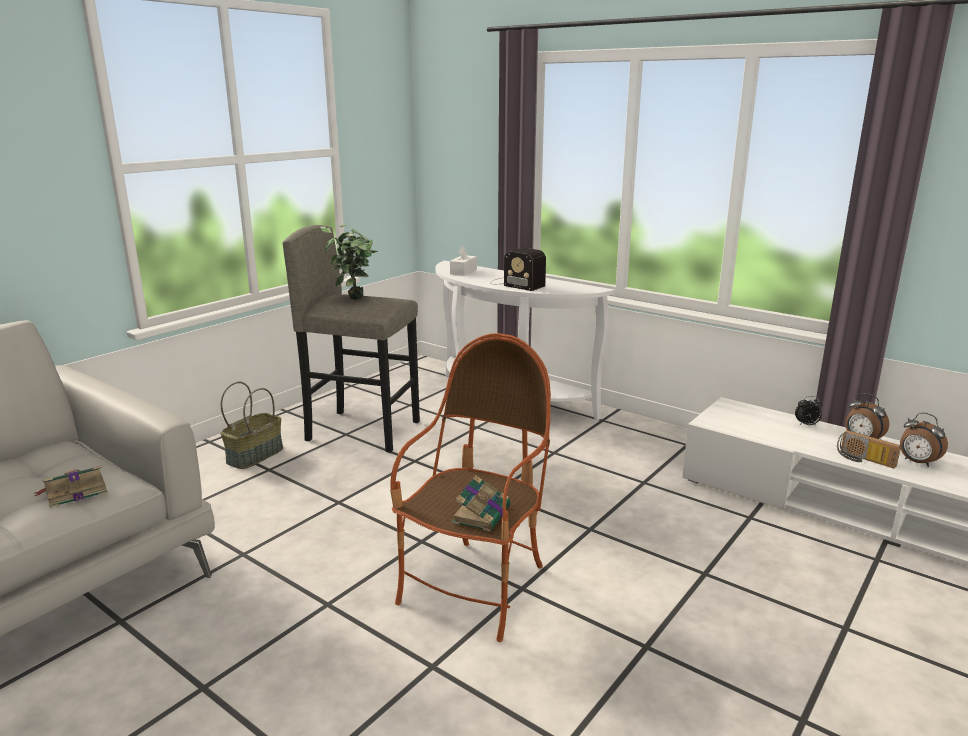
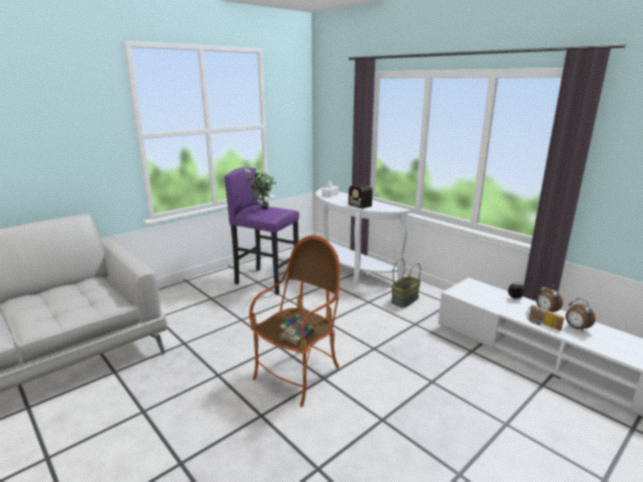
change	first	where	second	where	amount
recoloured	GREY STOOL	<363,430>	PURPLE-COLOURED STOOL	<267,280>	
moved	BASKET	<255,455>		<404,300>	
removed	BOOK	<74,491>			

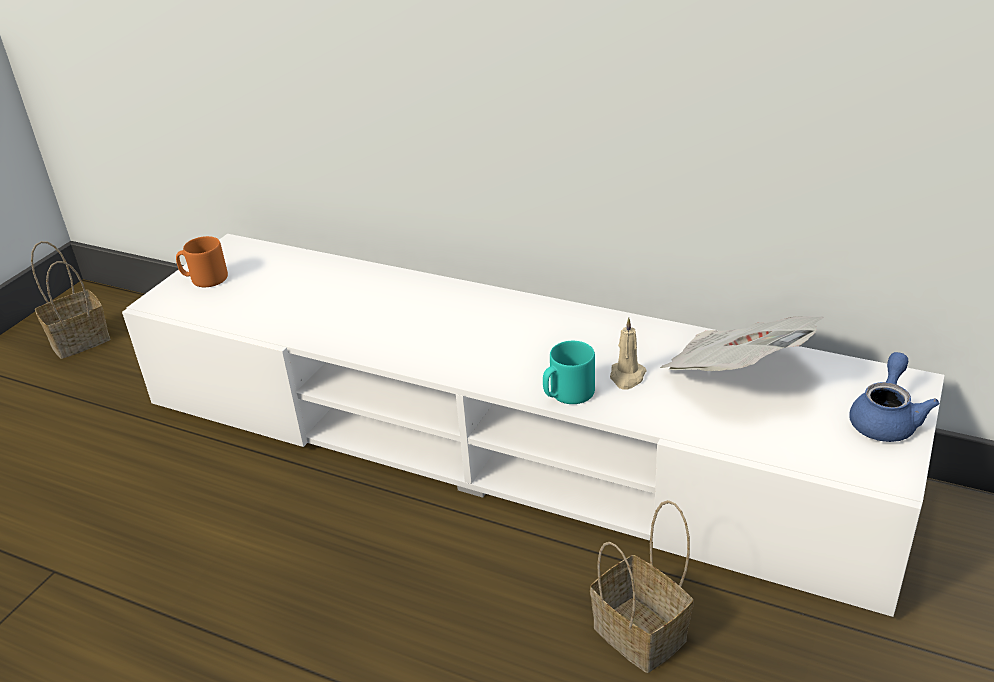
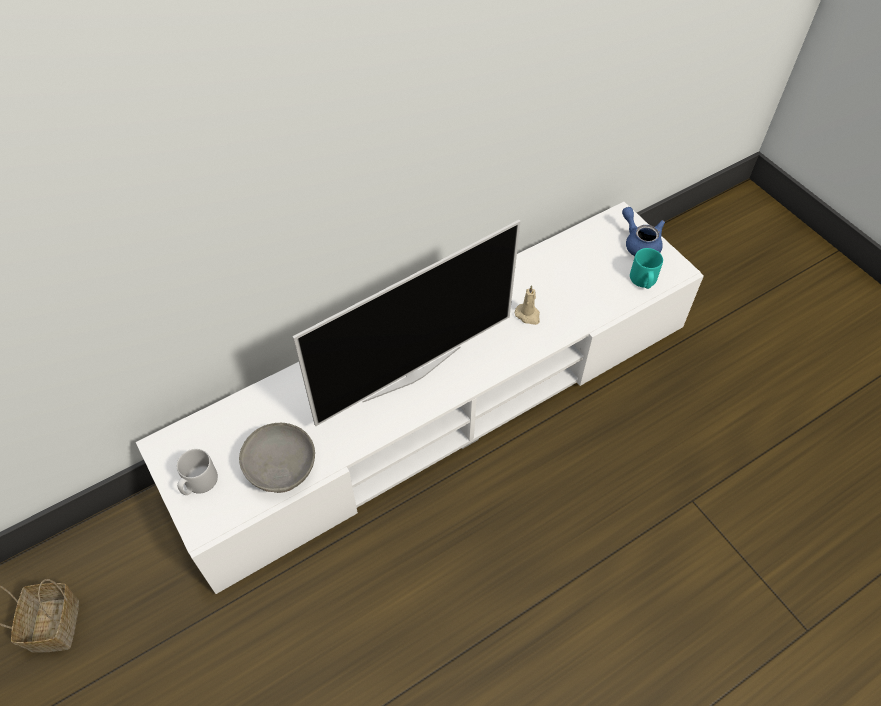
change	first	where	second	where	amount
recoloured	ORANGEY MUG	<205,279>	GREY MUG	<198,483>	
added			GREY BOWL	<282,467>	
added			TV SET	<411,372>	
moved	BLUE-GREEN MUG	<567,394>		<643,280>	
removed	BASKET	<643,634>			
removed	DAILY PAPER	<735,375>			

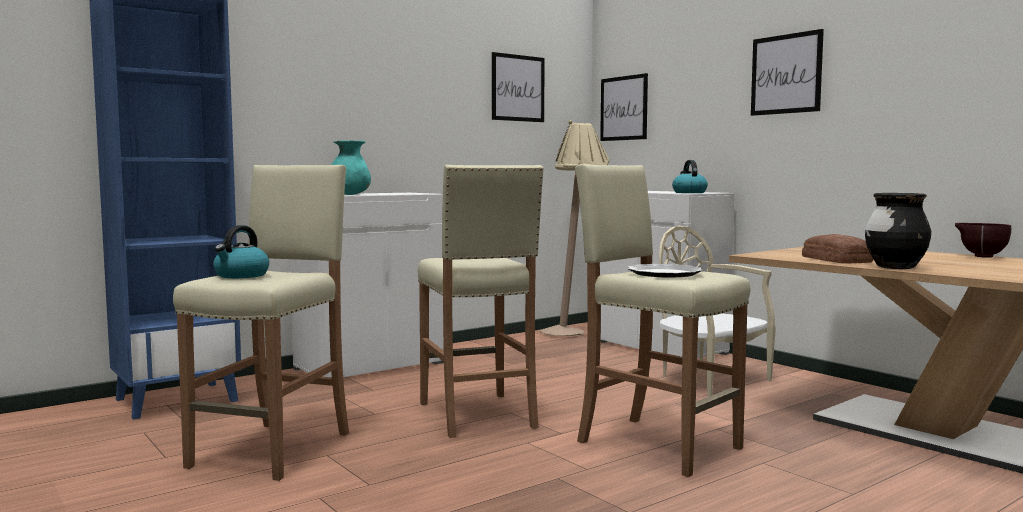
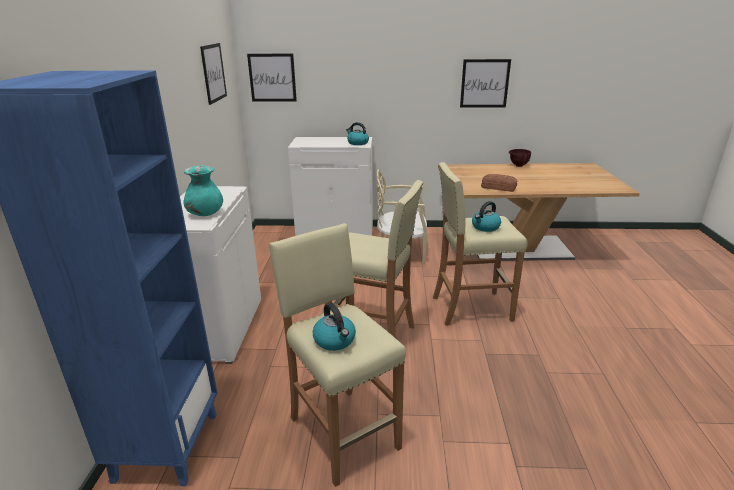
change	first	where	second	where	amount
moved	WALL PICTURE	<786,74>		<484,83>	
replaced	FLAT DISH	<664,273>	KETTLE	<485,227>	
removed	SAND-COLOURED FLOOR LAMP	<573,332>			
removed	BLACKISH DECORATIVE VASE	<895,267>			

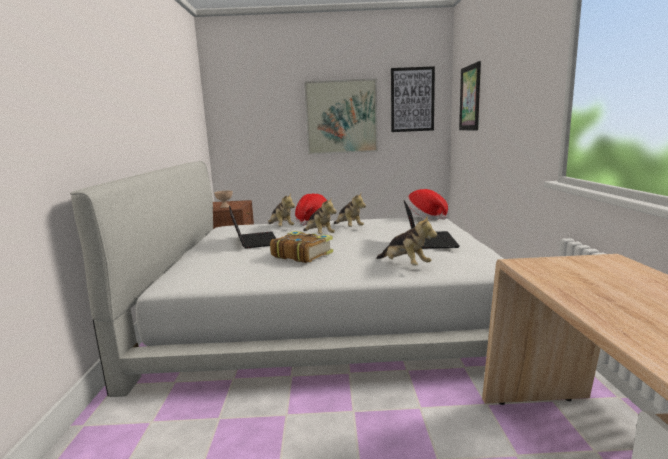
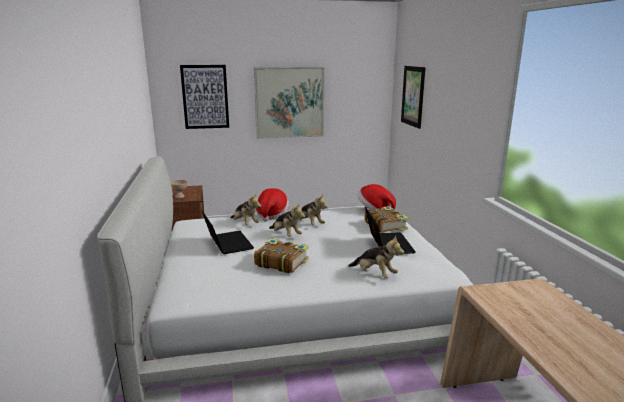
change	first	where	second	where	amount
moved	WALL PICTURE	<412,99>		<205,97>	
added			BOOK	<385,225>	

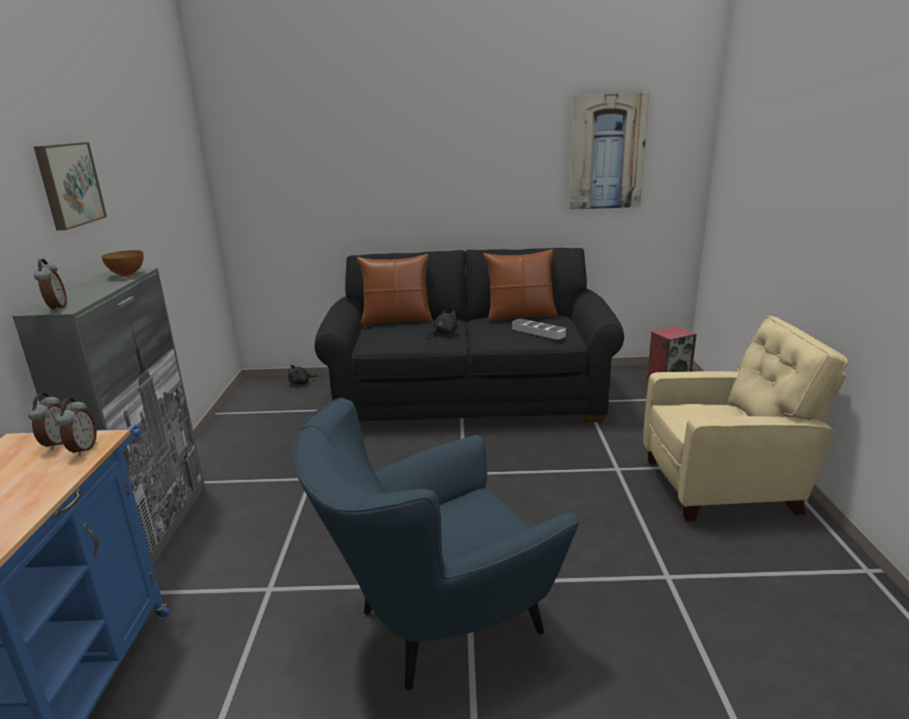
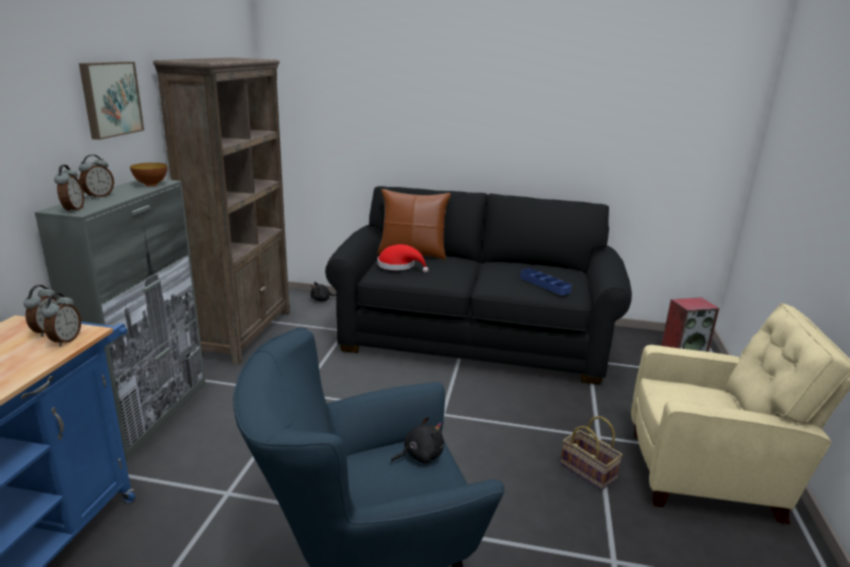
change	first	where	second	where	amount
added			TABLE CLOCK	<99,196>	
added			BROWN SHELVING UNIT	<246,333>	
added			RED-COLOURED WEARABLE HAT	<399,266>	
moved	BLACKISH PLUSH TOY	<444,333>		<420,455>	
recoloured	GREY SERVING TRAY	<538,332>	BLUE SERVING TRAY	<544,284>	
added			BASKET	<589,471>	
removed	BROWN THROW PILLOW	<520,316>			
removed	WALL PICTURE	<607,152>			

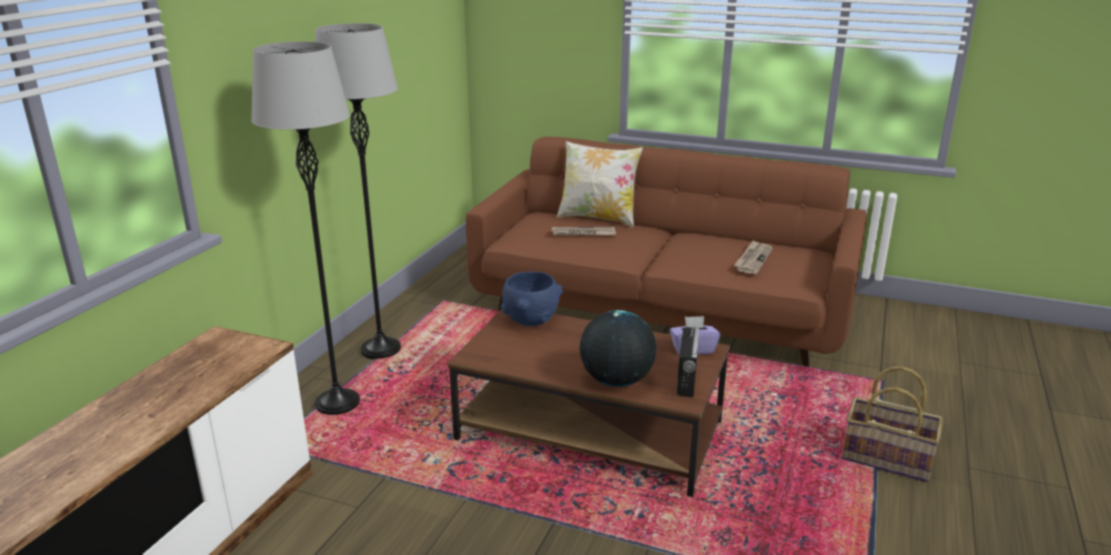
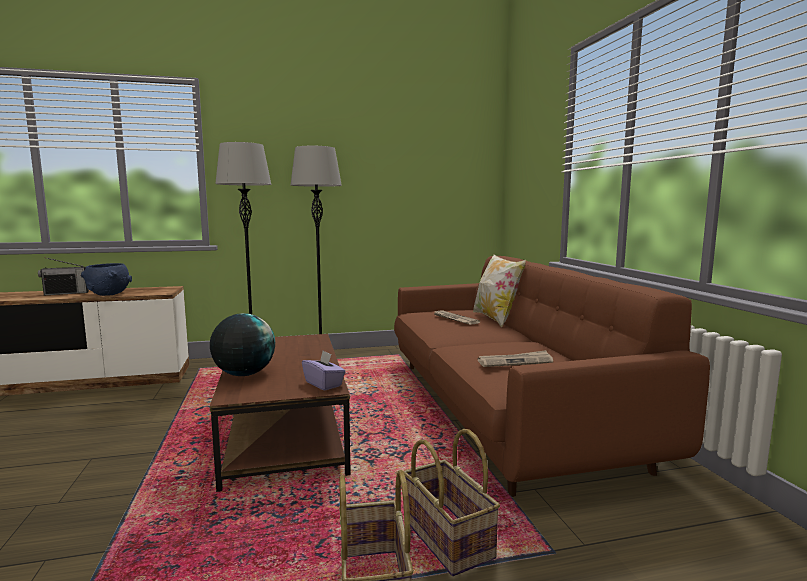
change	first	where	second	where	amount
moved	RADIO	<687,380>		<67,293>	
moved	BLUE BOWL	<530,320>		<109,294>	
added			BASKET	<449,538>	

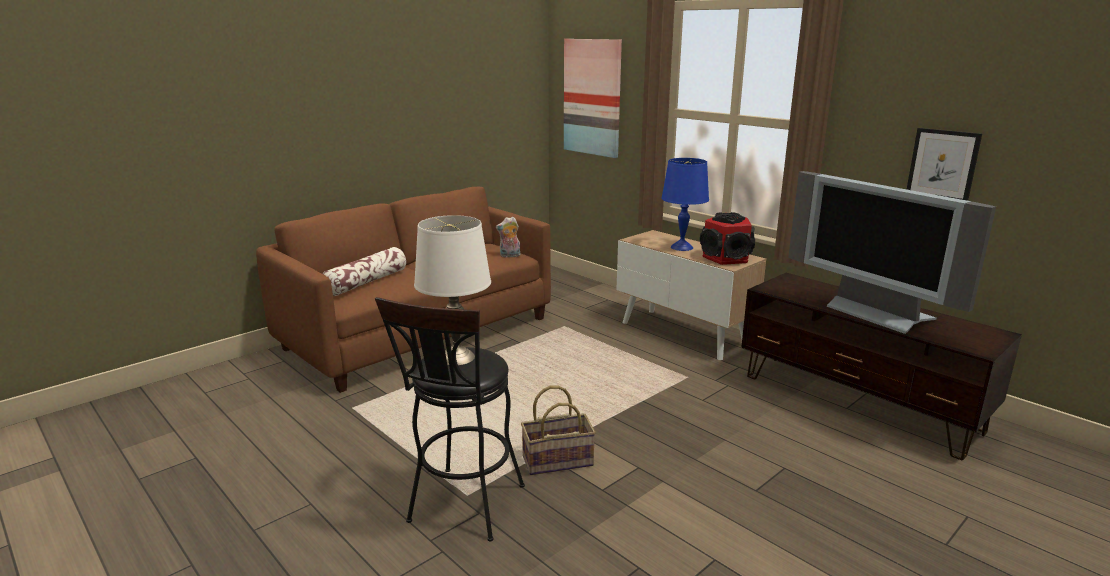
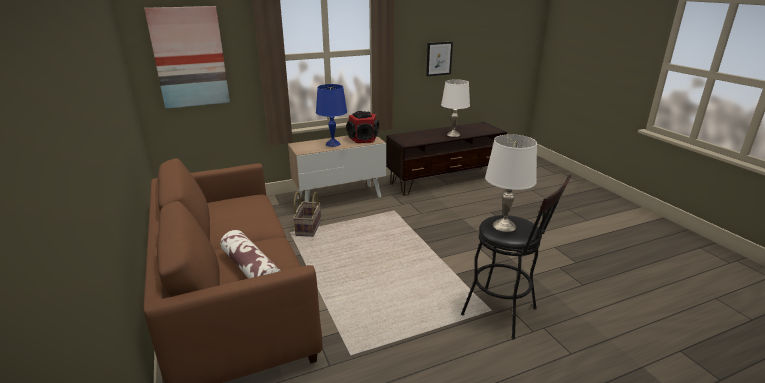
change	first	where	second	where	amount
moved	BASKET	<557,460>		<308,227>	
replaced	TV SET	<877,314>	WHITISH TABLE LAMP	<453,134>	
removed	PLUSH TOY	<509,256>			

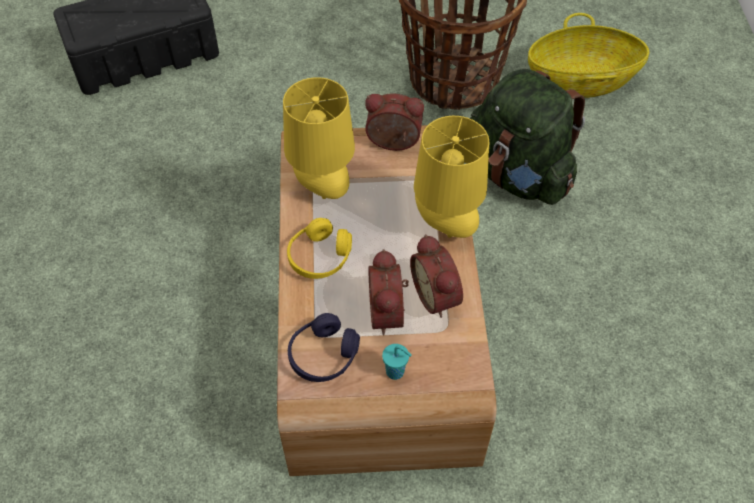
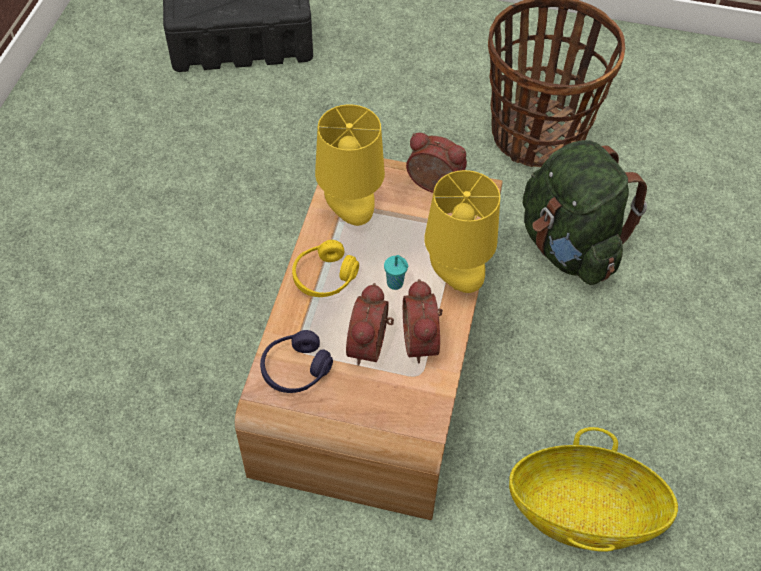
change	first	where	second	where	amount
moved	BLUE-GREEN SMALL CUP	<396,372>		<396,284>	
moved	BASKET	<581,80>		<583,512>	

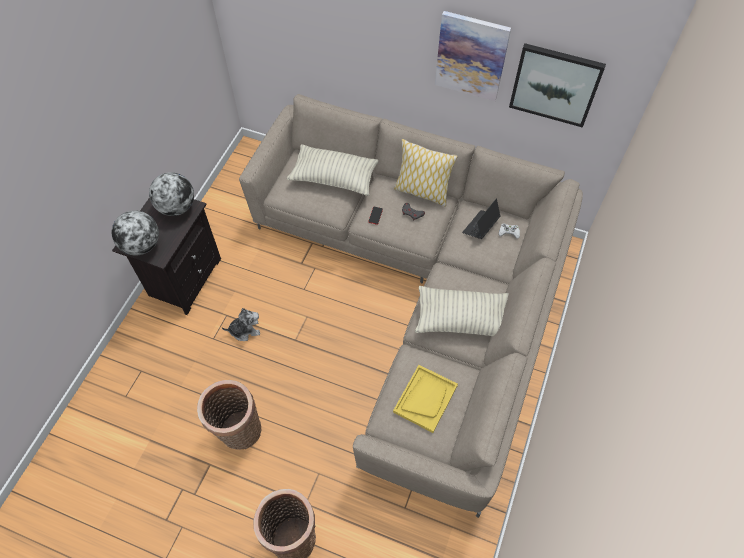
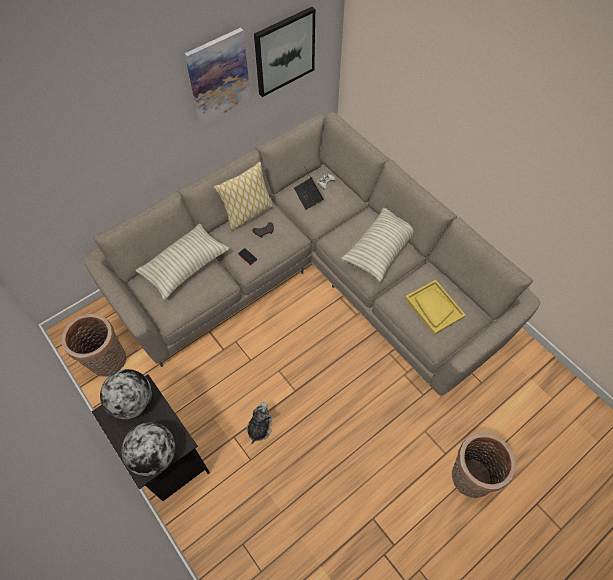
change	first	where	second	where	amount
moved	BASKET	<238,431>		<107,363>	

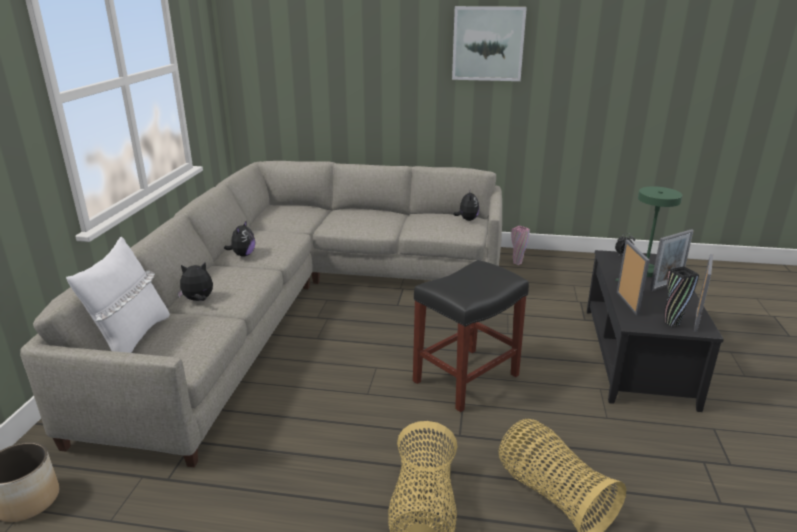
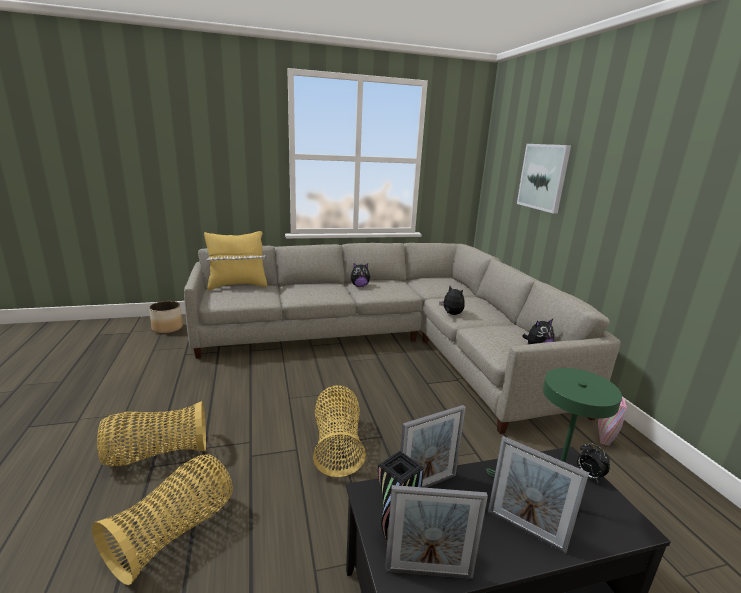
change	first	where	second	where	amount
recoloured	WHITISH THROW PILLOW	<132,339>	YELLOW-COLOURED THROW PILLOW	<237,285>	
replaced	BLACKISH STOOL	<467,377>	BASKET	<337,444>	
moved	PLUSH TOY	<198,300>		<451,314>	
moved	WALL PICTURE	<488,44>		<543,177>	

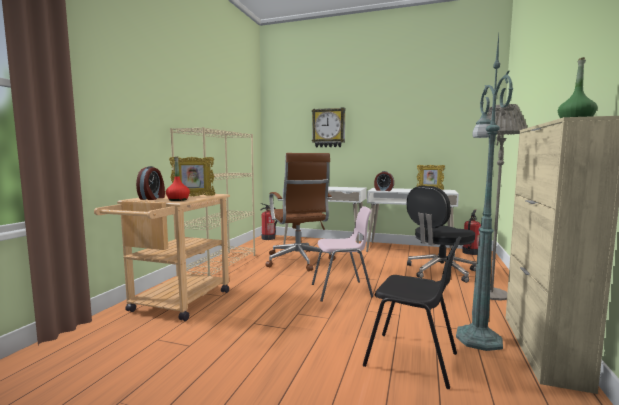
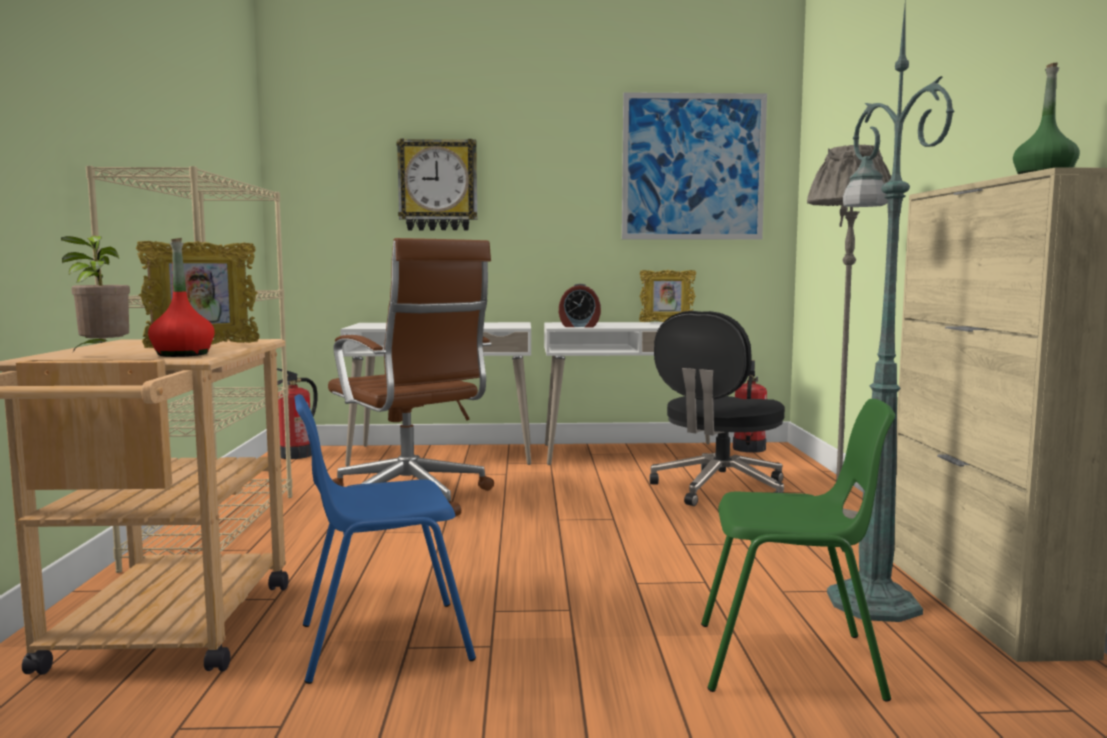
change	first	where	second	where	amount
replaced	TABLE CLOCK	<152,198>	POTTED PLANT	<102,353>	
added			BLUE CHAIR	<382,641>	
added			WALL PICTURE	<693,167>	
recoloured	BLACKISH CHAIR	<412,360>	GREEN CHAIR	<790,662>	
removed	PINK CHAIR	<342,291>			

